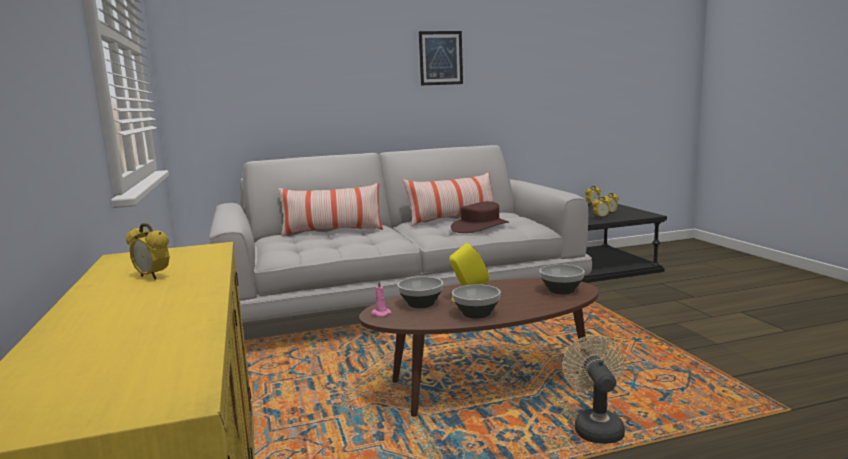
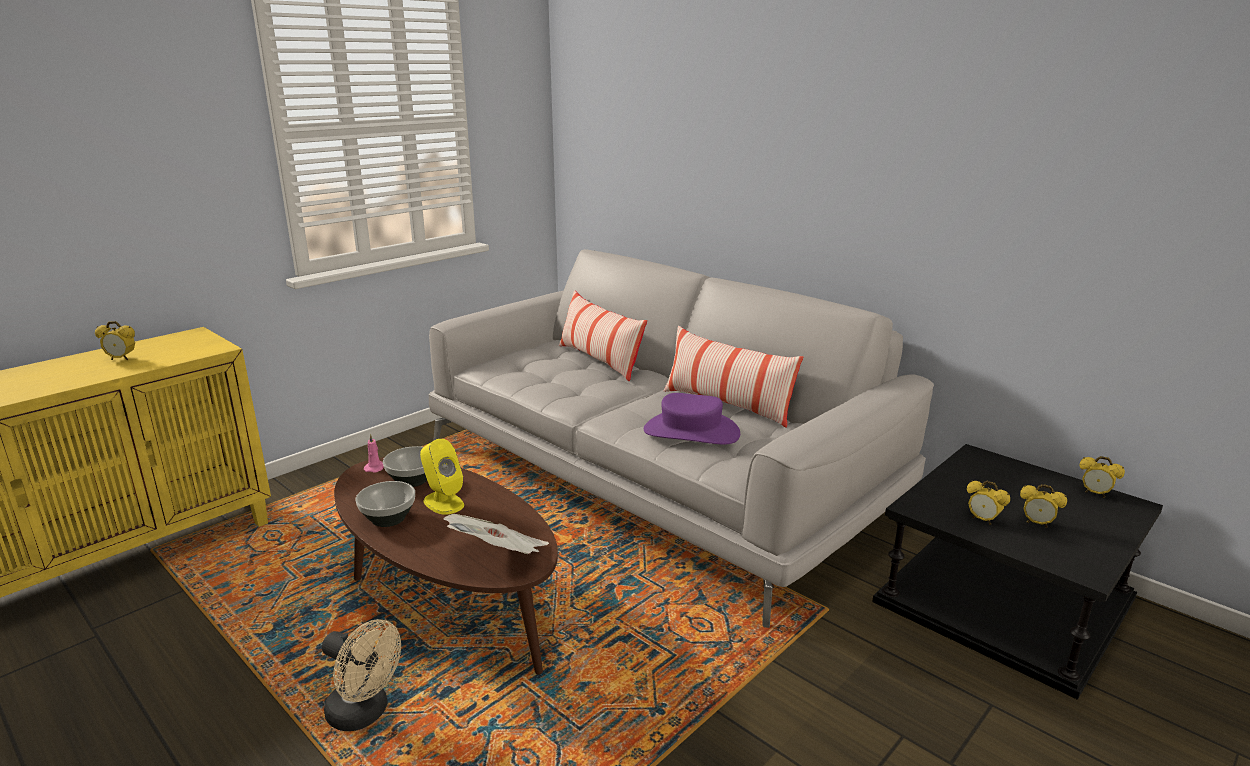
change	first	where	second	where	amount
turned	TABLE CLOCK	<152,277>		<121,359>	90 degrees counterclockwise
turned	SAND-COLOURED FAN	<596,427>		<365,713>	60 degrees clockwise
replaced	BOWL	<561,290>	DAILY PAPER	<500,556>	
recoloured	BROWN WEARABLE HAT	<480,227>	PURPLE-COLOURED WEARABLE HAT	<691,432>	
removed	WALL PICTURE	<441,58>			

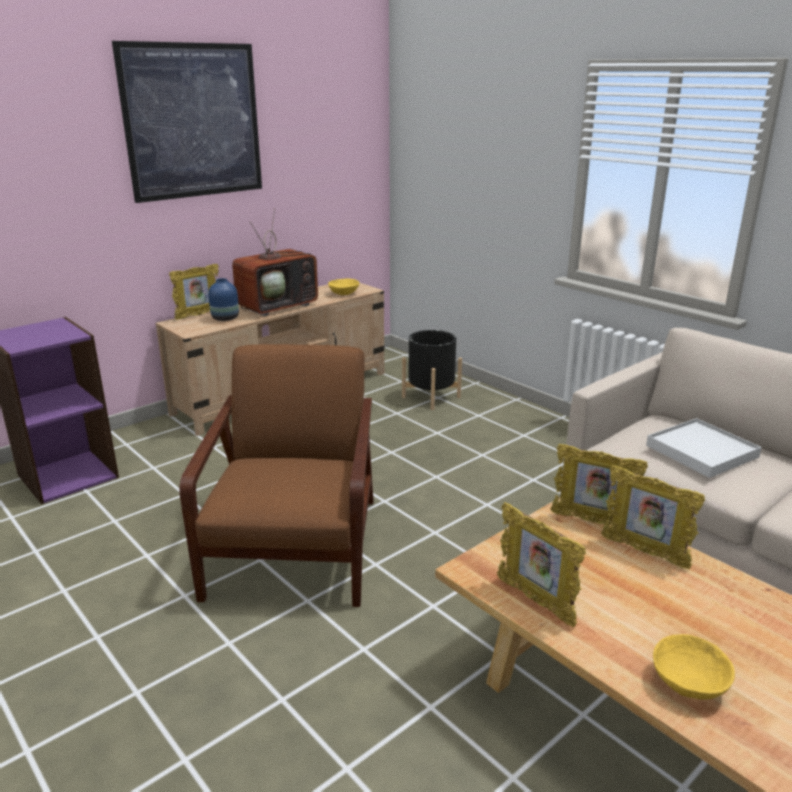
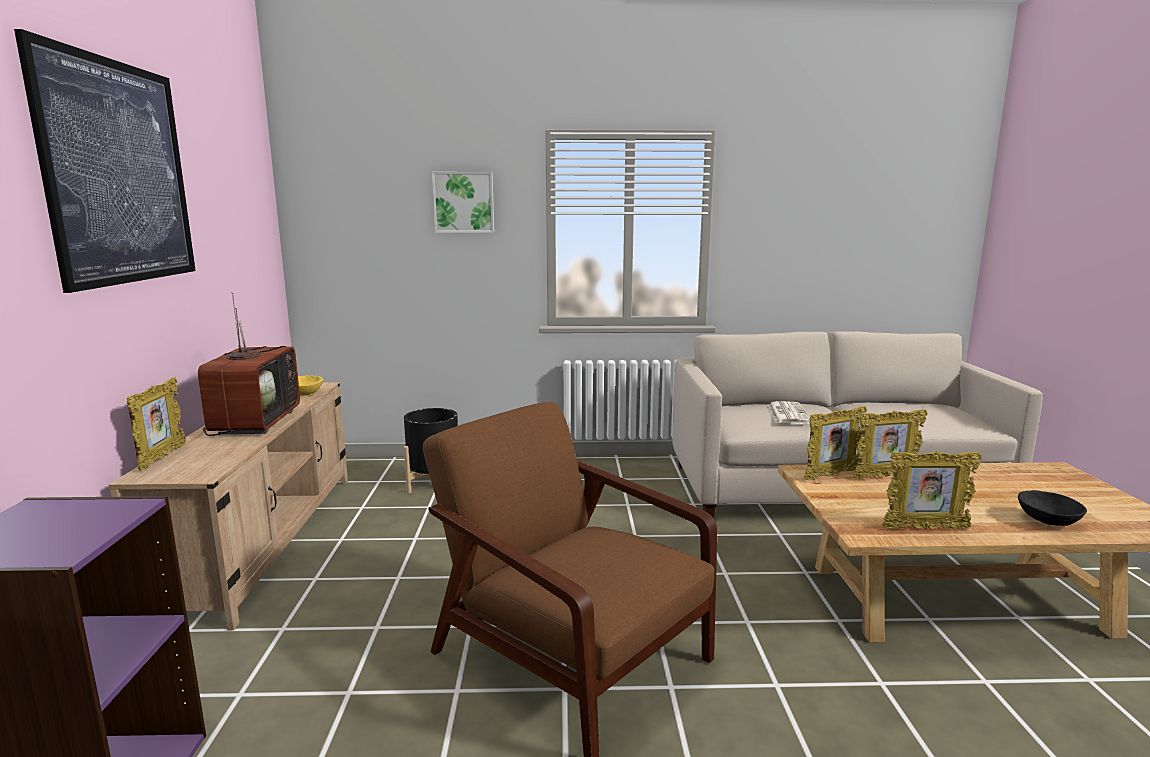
change	first	where	second	where	amount
added			WALL PICTURE	<464,202>	
replaced	WHITISH SERVING TRAY	<701,451>	DAILY PAPER	<787,413>	
recoloured	YELLOW-COLOURED BOWL	<688,682>	BLACKISH BOWL	<1046,521>	
removed	BLUE DECORATIVE VASE	<226,318>			

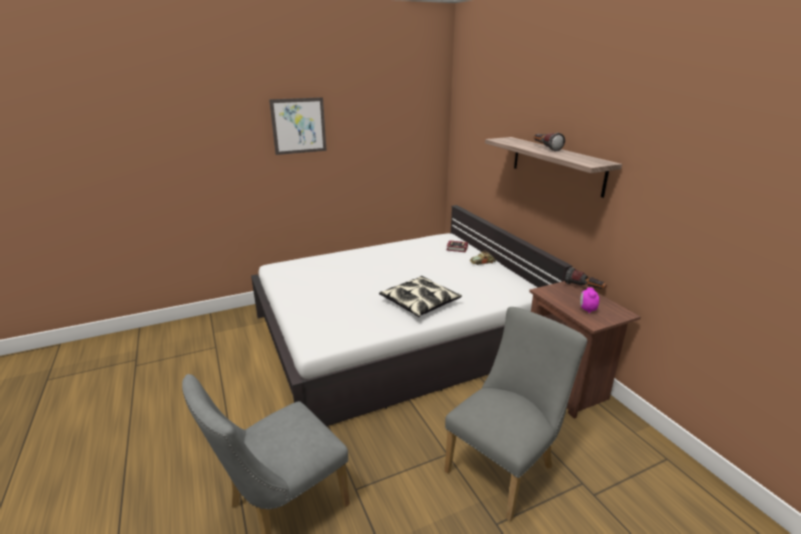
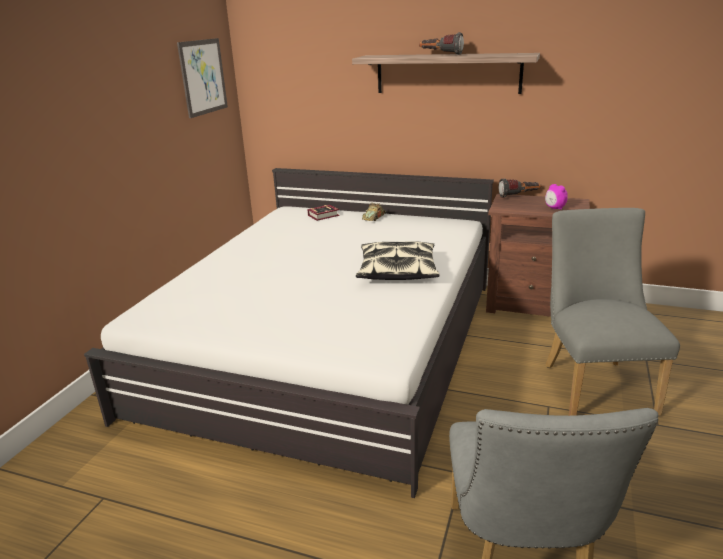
change	first	where	second	where	amount
moved	WALL PICTURE	<298,126>		<203,77>	

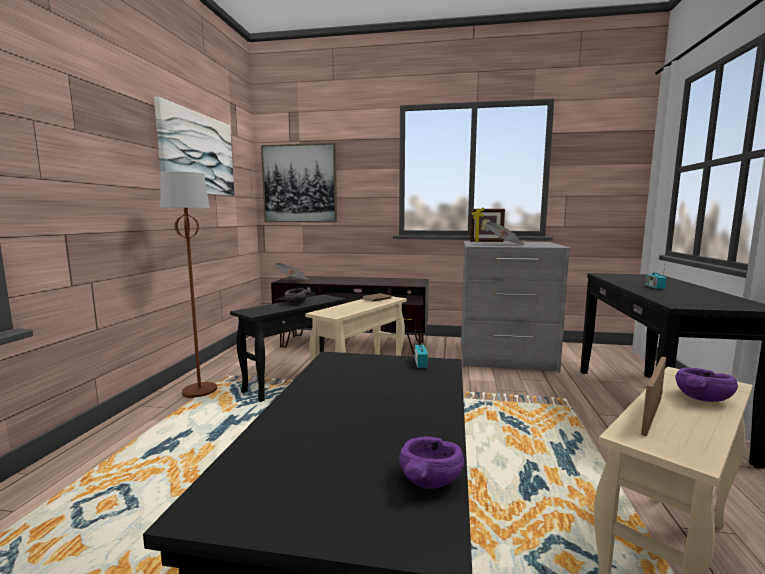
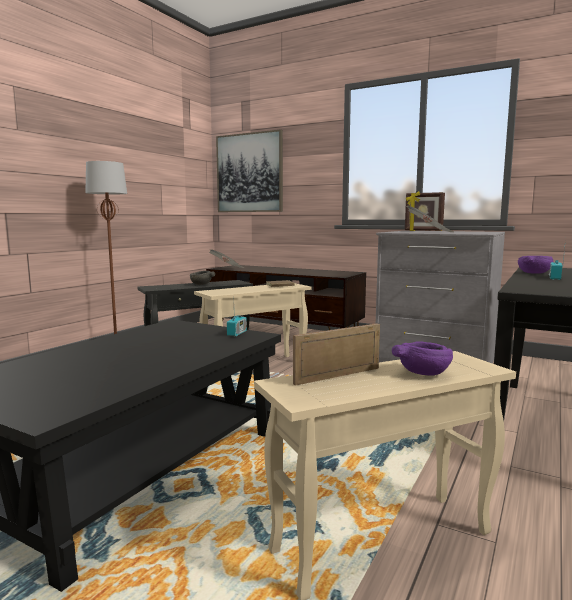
change	first	where	second	where	amount
moved	PURPLE-COLOURED BOWL	<429,480>		<533,273>	
removed	WALL PICTURE	<197,154>			

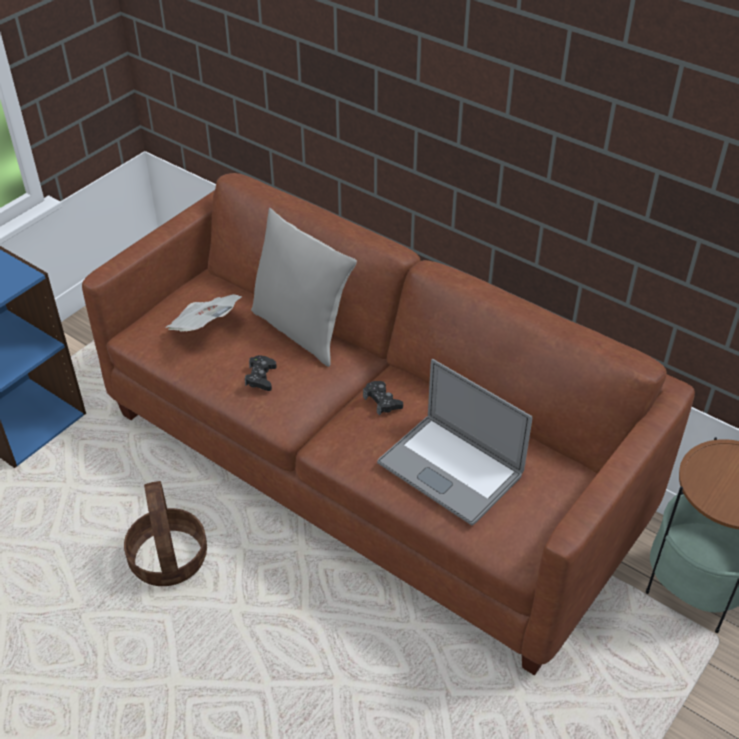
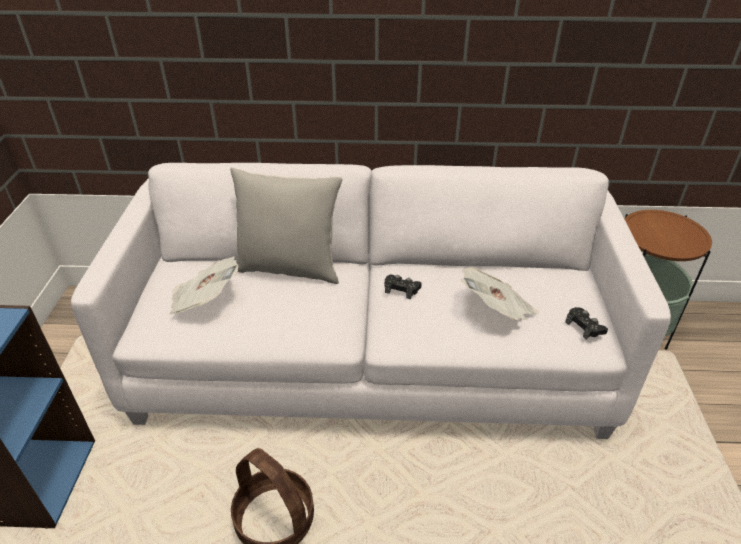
change	first	where	second	where	amount
recoloured	BROWN SOFA	<371,466>	WHITISH SOFA	<371,360>	
replaced	LAPTOP	<450,468>	DAILY PAPER	<497,310>	
moved	BLACKISH GAME CONTROLLER	<261,377>		<584,327>	

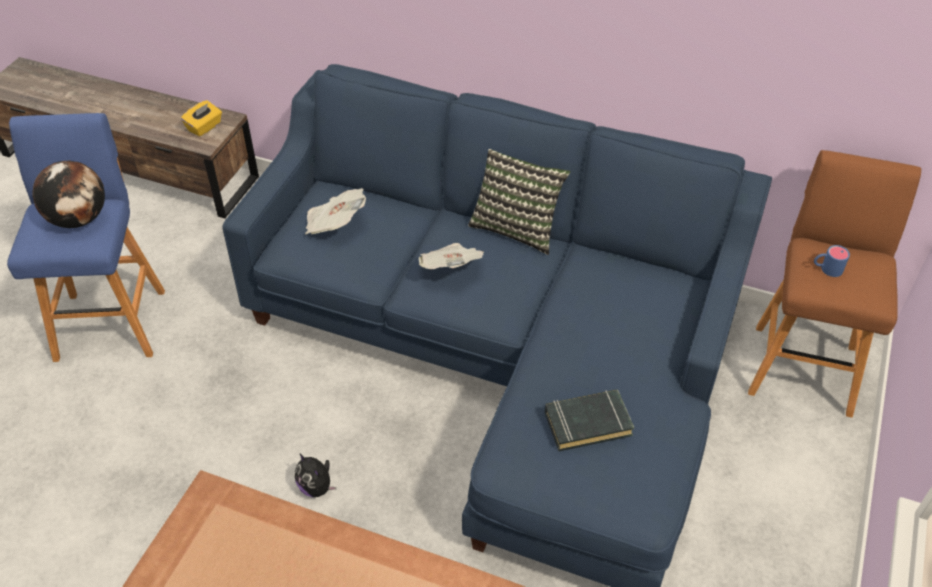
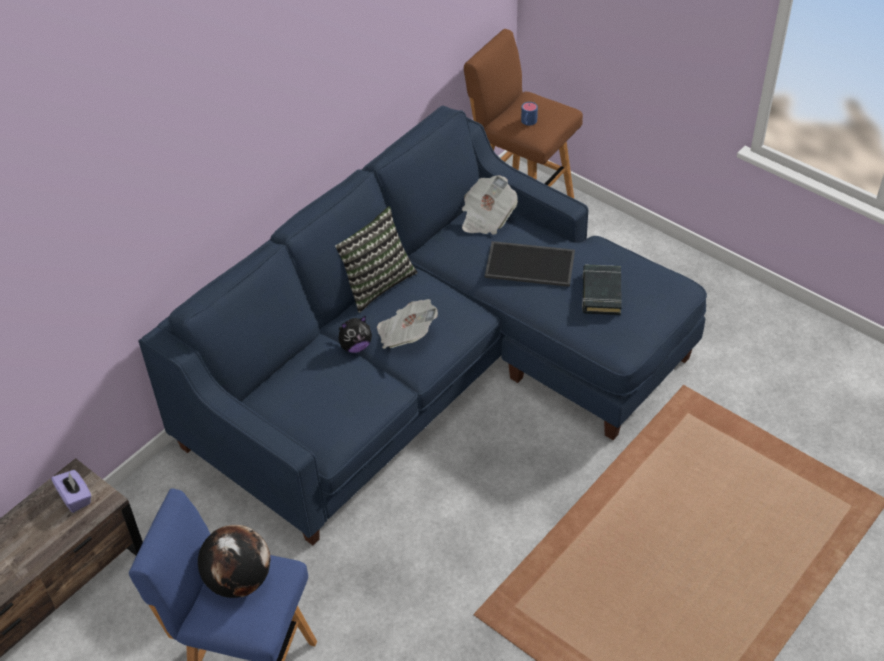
change	first	where	second	where	amount
recoloured	YELLOW-COLOURED BOX OF TISSUES	<204,127>	PURPLE-COLOURED BOX OF TISSUES	<75,497>	
moved	PLUSH TOY	<316,487>		<355,346>	
moved	DAILY PAPER	<335,224>		<486,218>	
added			SERVING TRAY	<531,263>	

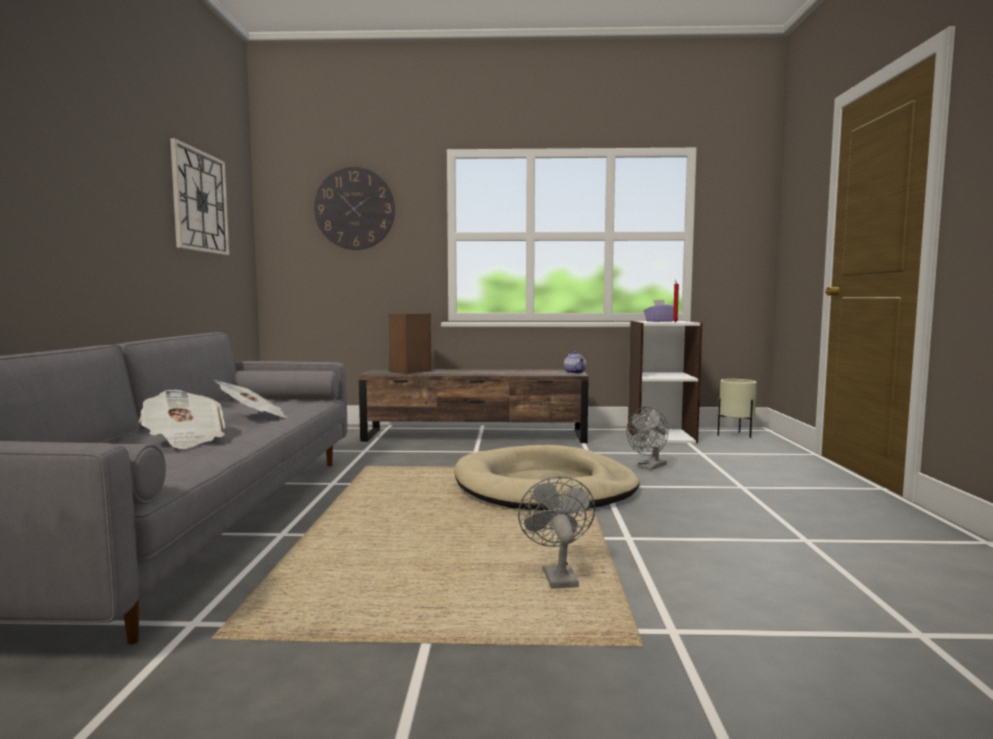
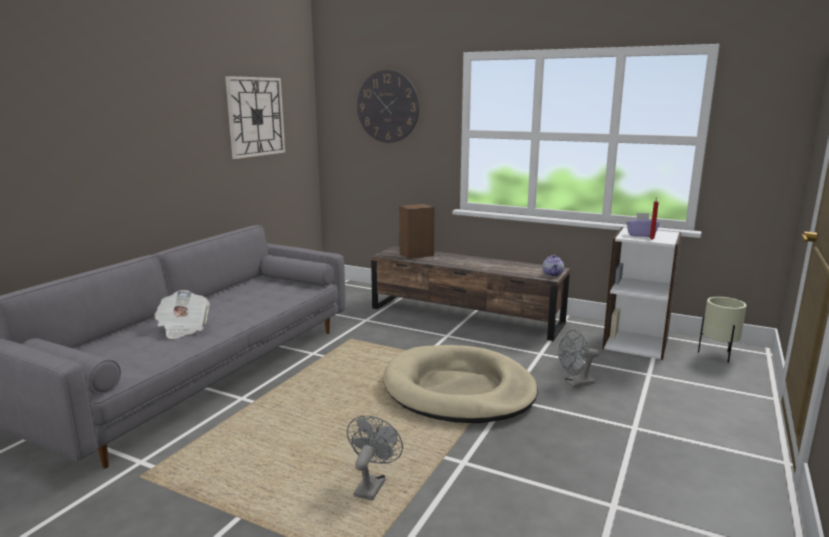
change	first	where	second	where	amount
removed	DAILY PAPER	<254,417>			

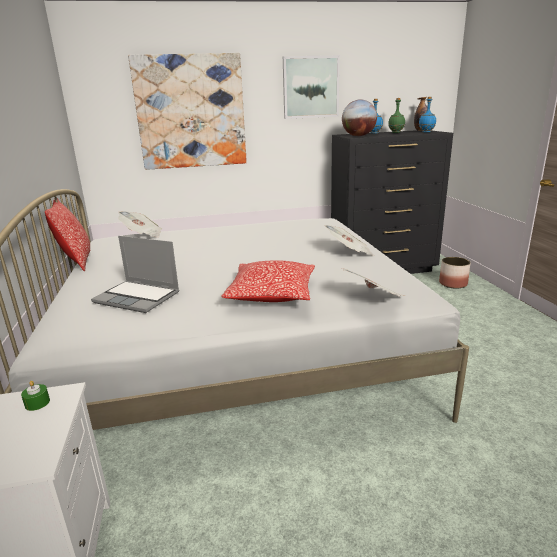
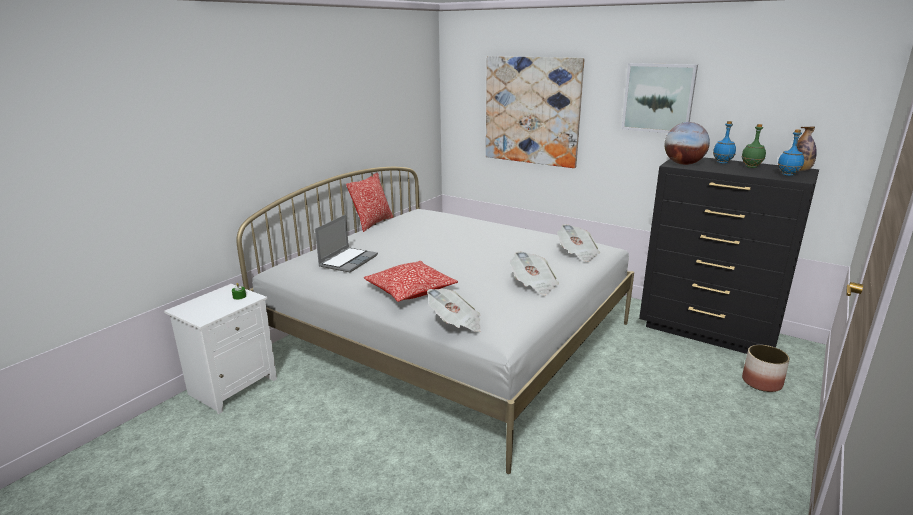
change	first	where	second	where	amount
turned	LAPTOP	<138,297>		<348,261>	135 degrees counterclockwise
moved	DAILY PAPER	<142,235>		<577,254>	

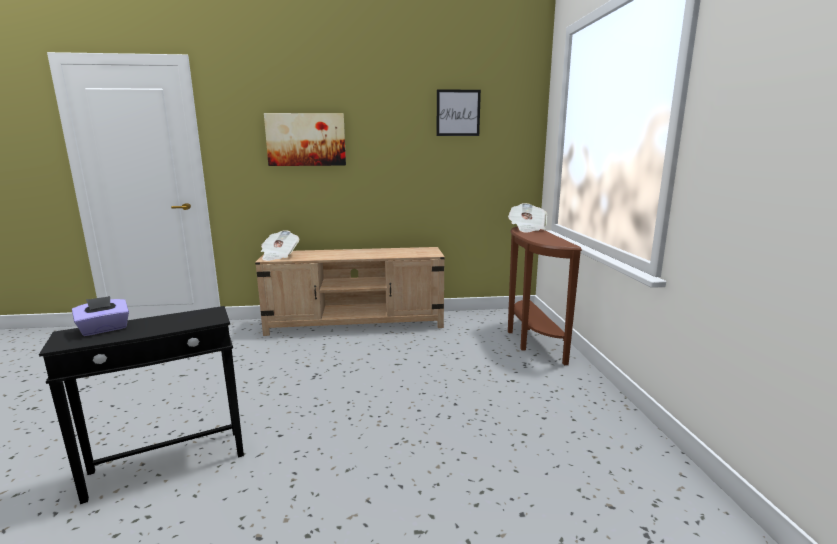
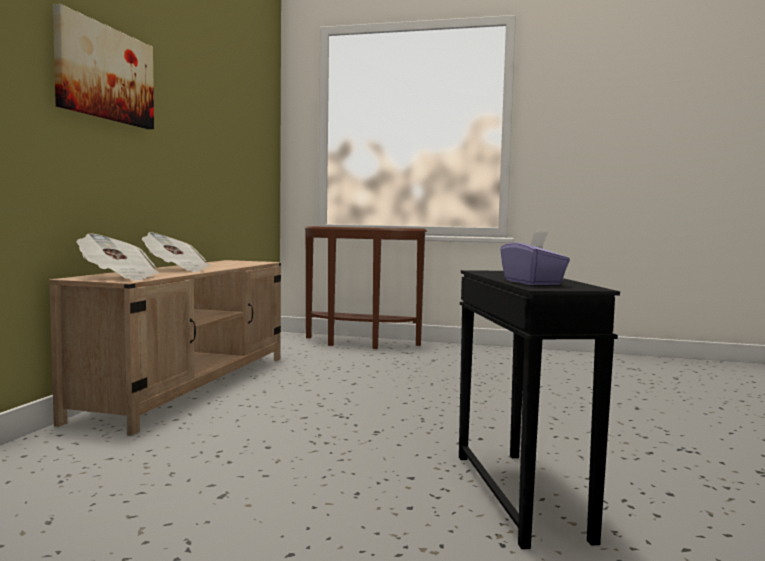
change	first	where	second	where	amount
moved	DAILY PAPER	<527,229>		<177,270>	
removed	WALL PICTURE	<458,113>			

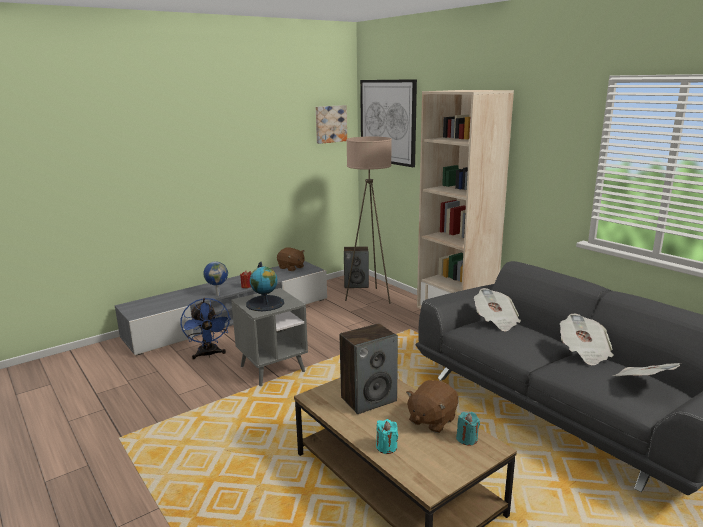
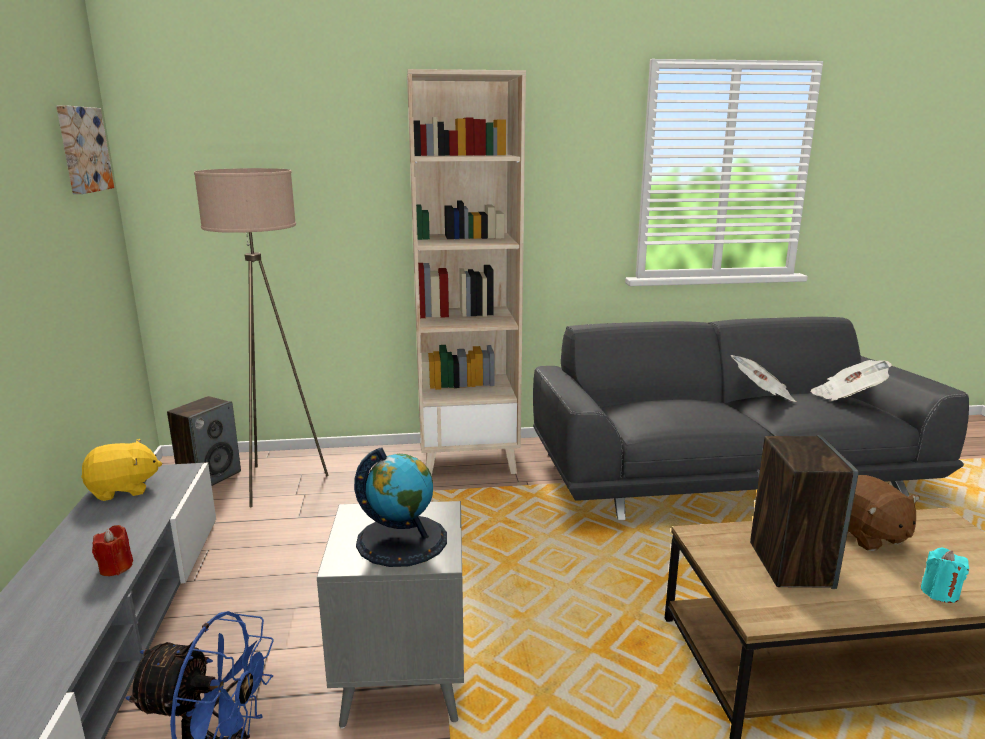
change	first	where	second	where	amount
recoloured	BROWN PLUSH TOY	<291,268>	YELLOW-COLOURED PLUSH TOY	<123,489>	
removed	GLOBE	<218,294>			
removed	WALL PICTURE	<388,122>			
removed	BLUE-GREEN WAX LIGHT	<467,439>			
removed	DAILY PAPER	<496,321>			

